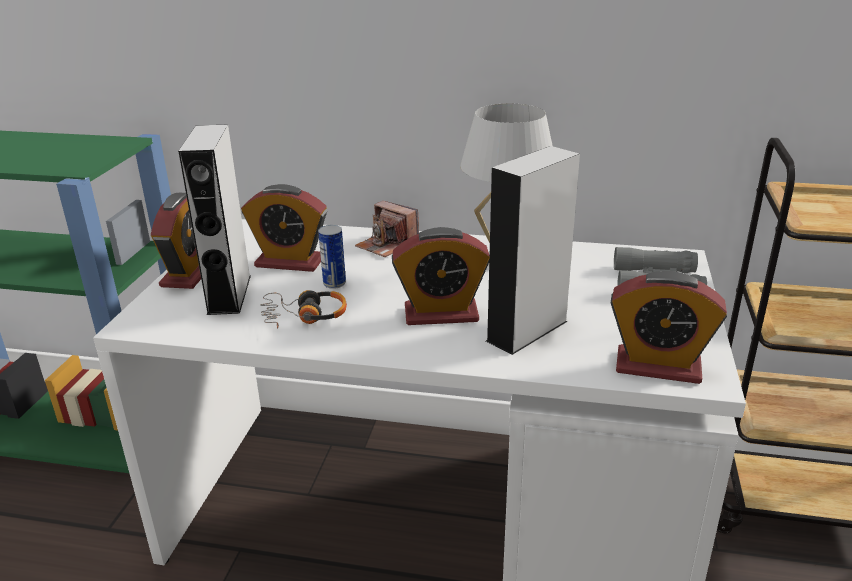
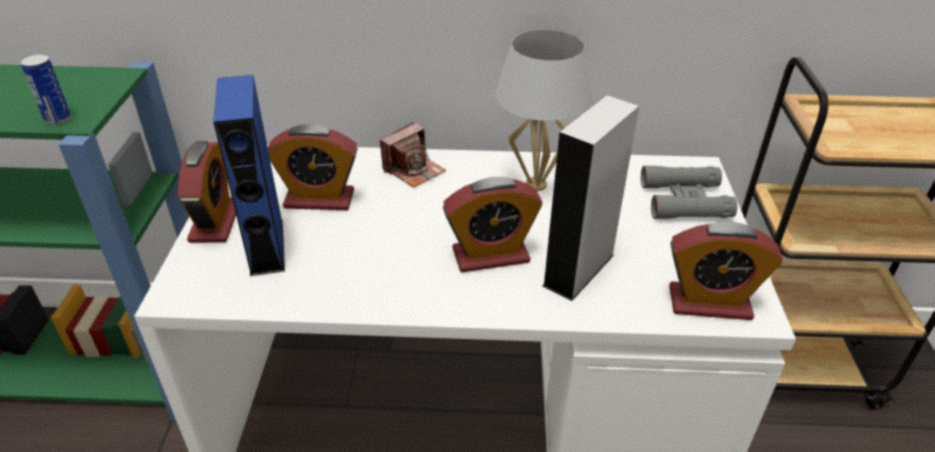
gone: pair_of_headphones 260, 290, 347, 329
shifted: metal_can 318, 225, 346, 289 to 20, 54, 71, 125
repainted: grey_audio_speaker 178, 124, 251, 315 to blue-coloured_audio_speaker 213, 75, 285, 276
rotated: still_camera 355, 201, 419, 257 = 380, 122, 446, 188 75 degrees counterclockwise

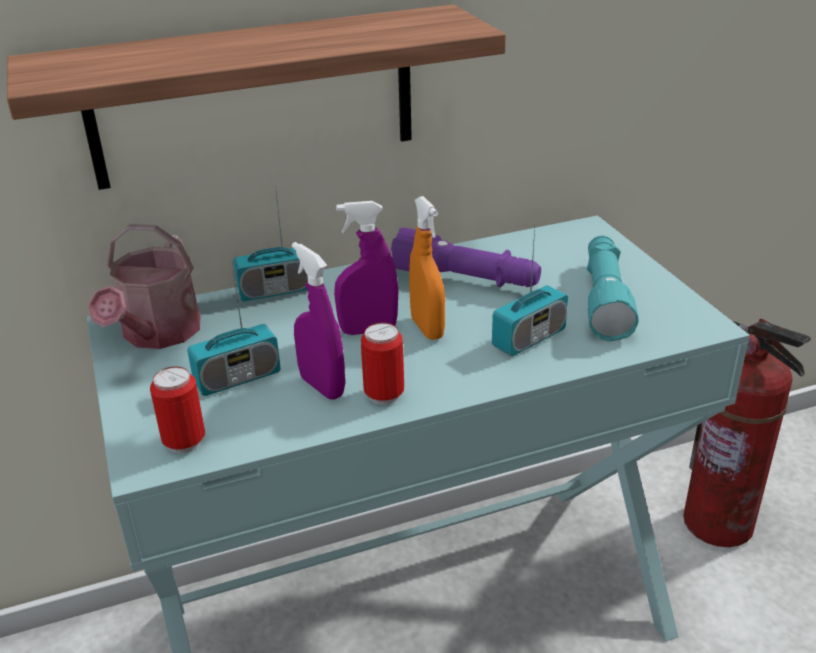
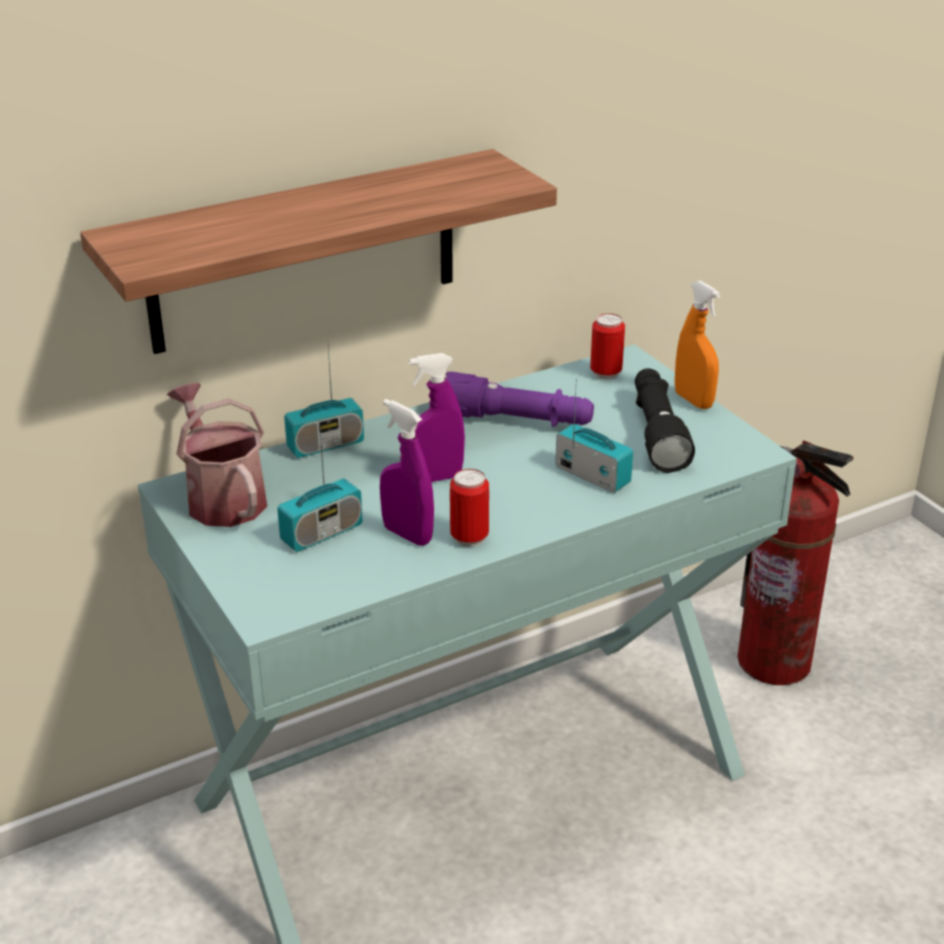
shifted: metal_can 150, 367, 205, 453 to 590, 313, 625, 380; orangey_sprayer 409, 196, 445, 340 to 675, 281, 721, 409
repainted: turquoise-coloured_flashlight 587, 235, 638, 342 to black-coloured_flashlight 635, 368, 695, 473
rotated: watering_pot 87, 224, 200, 349 = 167, 383, 267, 527 150 degrees clockwise; radio_receiver 492, 227, 568, 357 = 555, 377, 633, 493 90 degrees counterclockwise

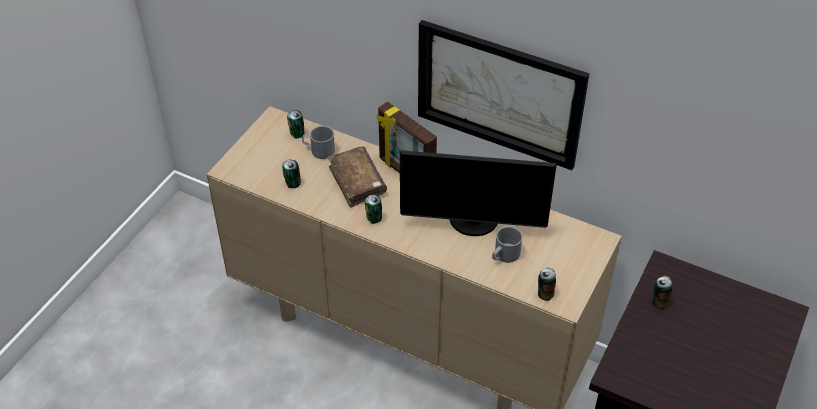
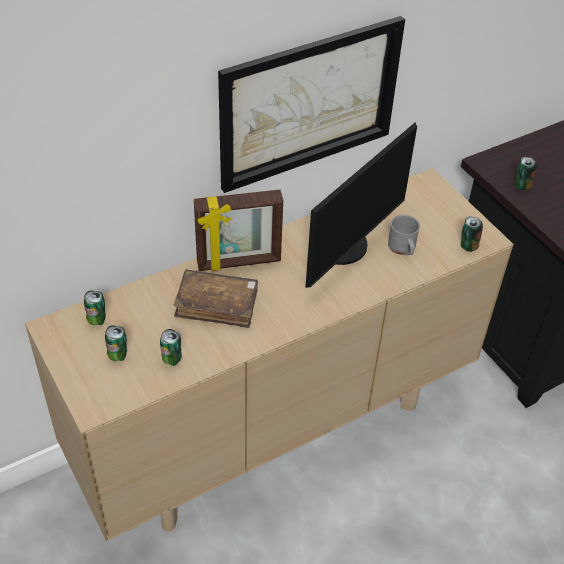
gone: grey_tea_mug 302, 126, 335, 159
shifted: metal_can 365, 194, 382, 224 to 105, 326, 127, 361

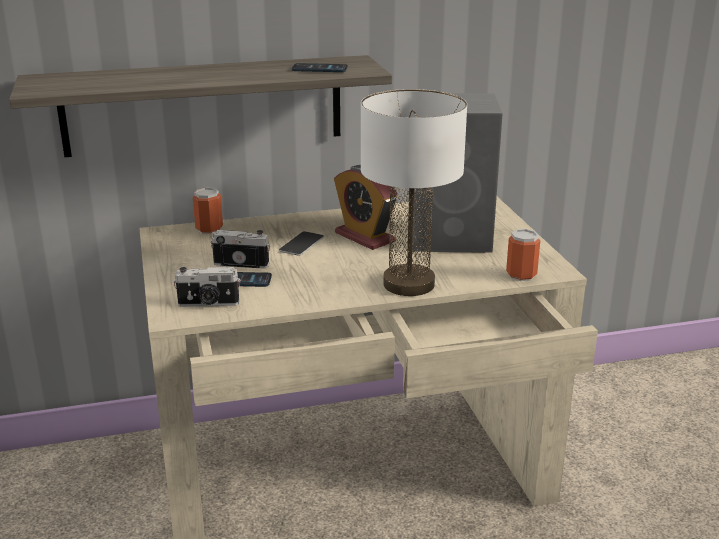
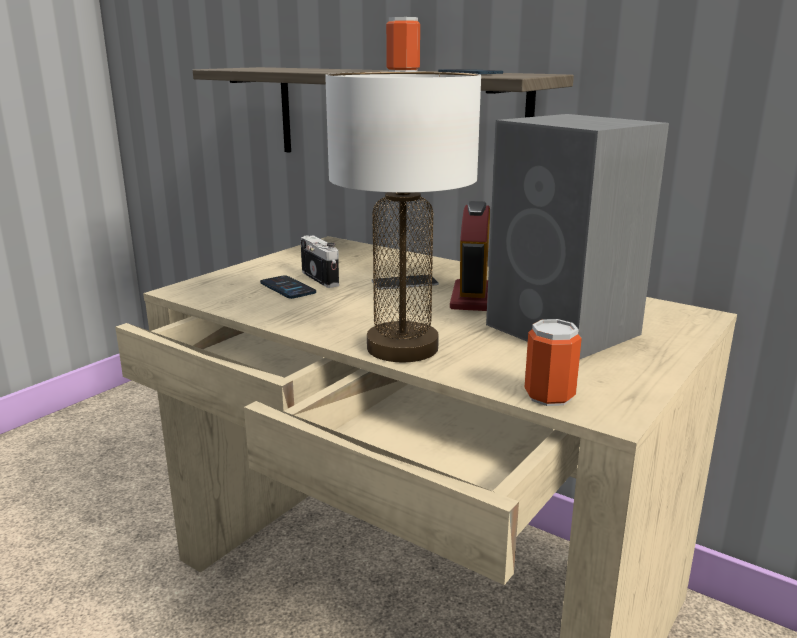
gone: still_camera 174, 267, 240, 307
shifted: metal_can 193, 187, 223, 234 to 386, 17, 420, 72

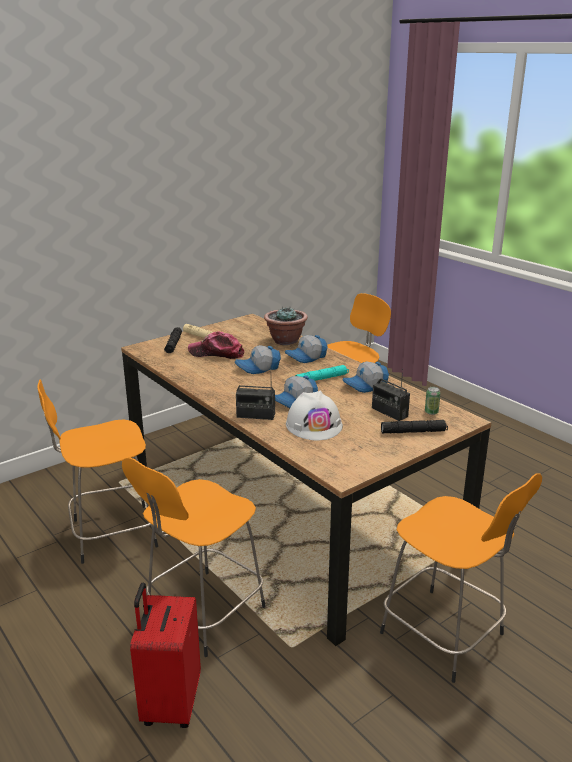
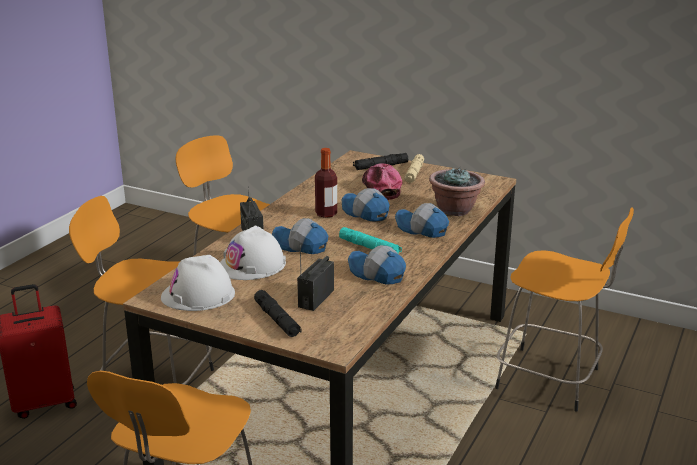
gone: metal_can 425, 387, 440, 415
new: whitish_hard_hat 161, 255, 235, 311; bottle 315, 148, 337, 218

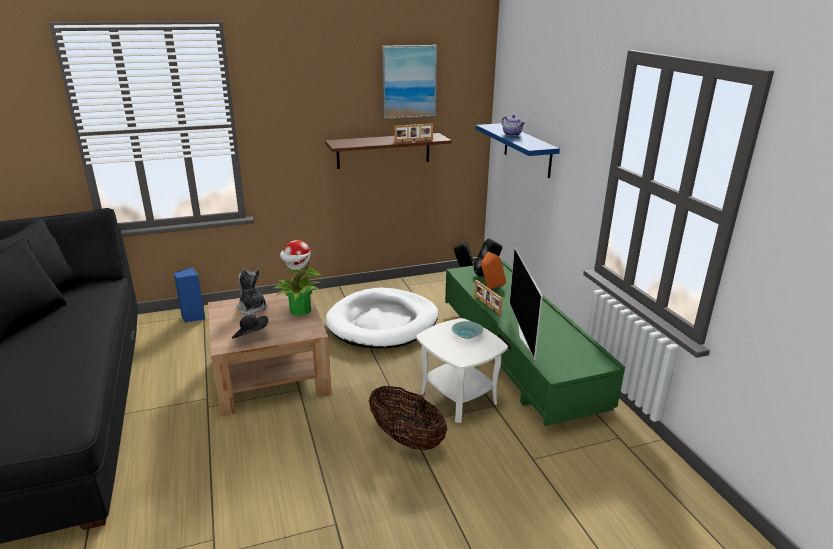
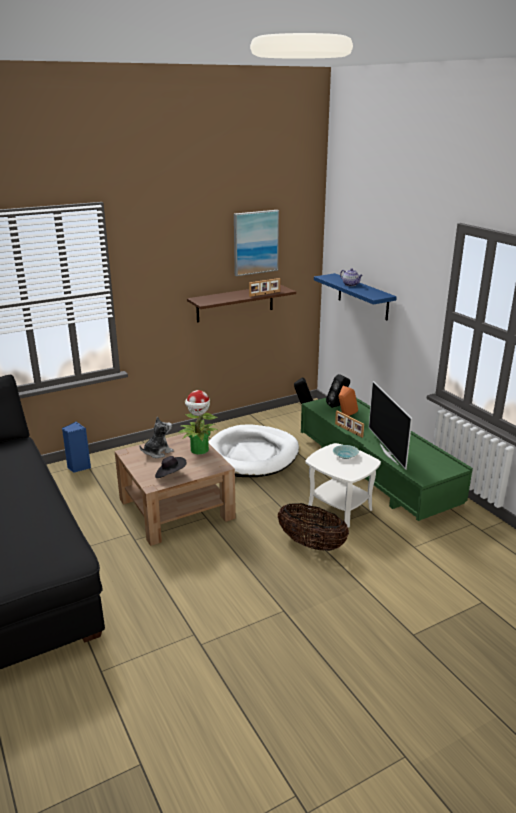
rotated: soft_toy 236, 268, 267, 315 = 139, 416, 174, 458 105 degrees clockwise

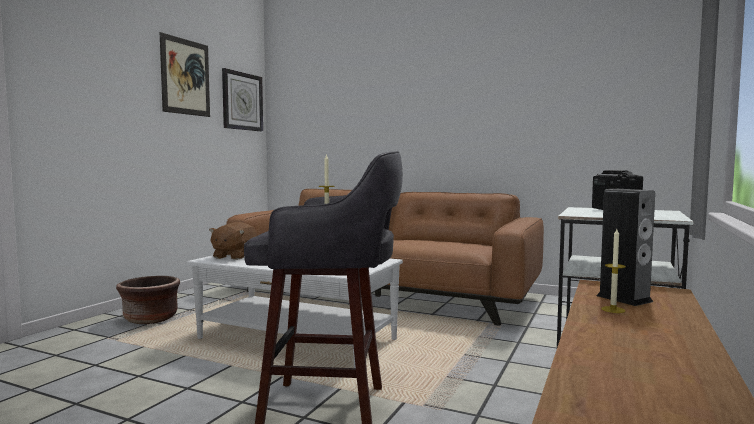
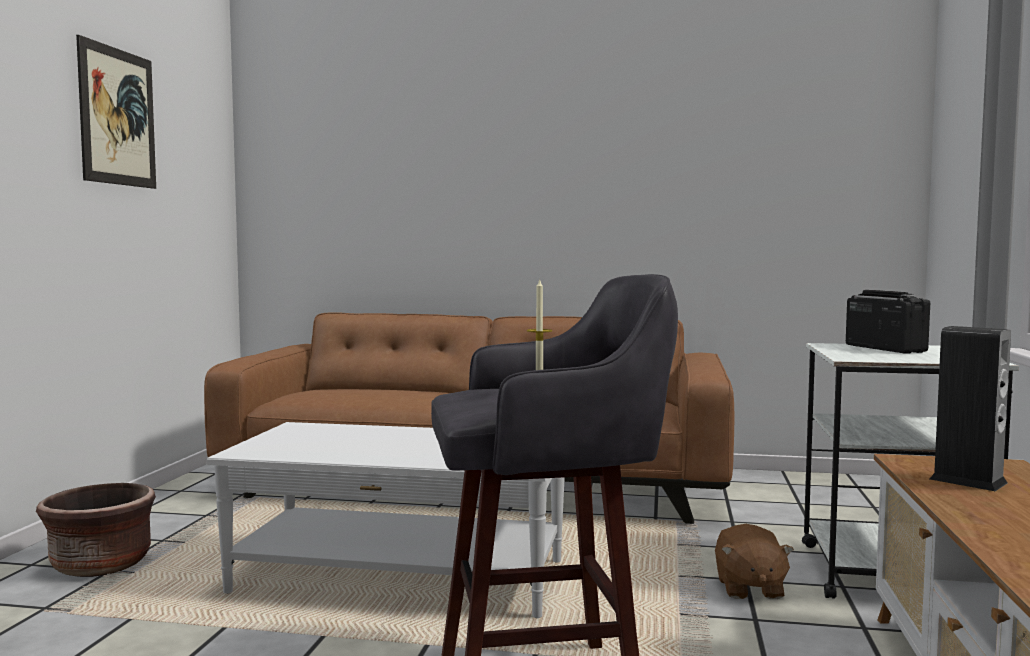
gone: clock_on_the_wall 222, 68, 263, 131; wax_light 601, 229, 626, 313
shifted: brownish_soft_toy 209, 222, 257, 260 to 715, 524, 794, 599

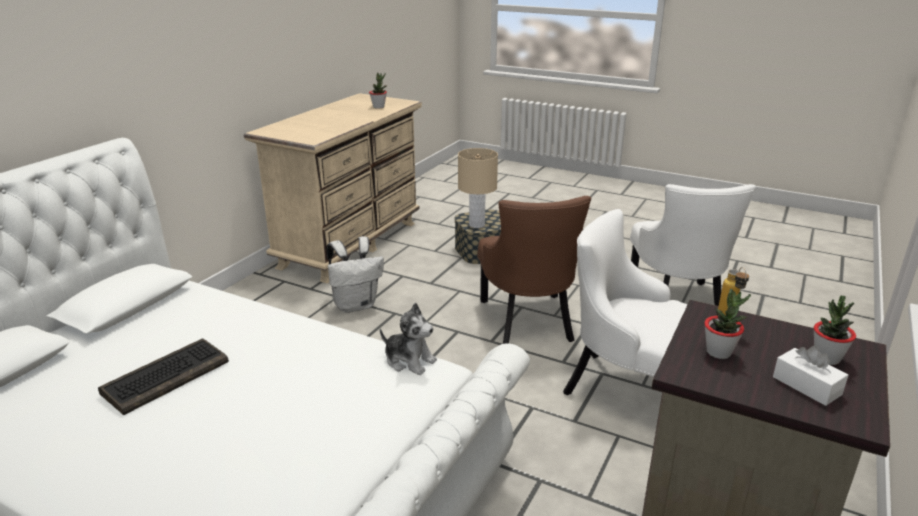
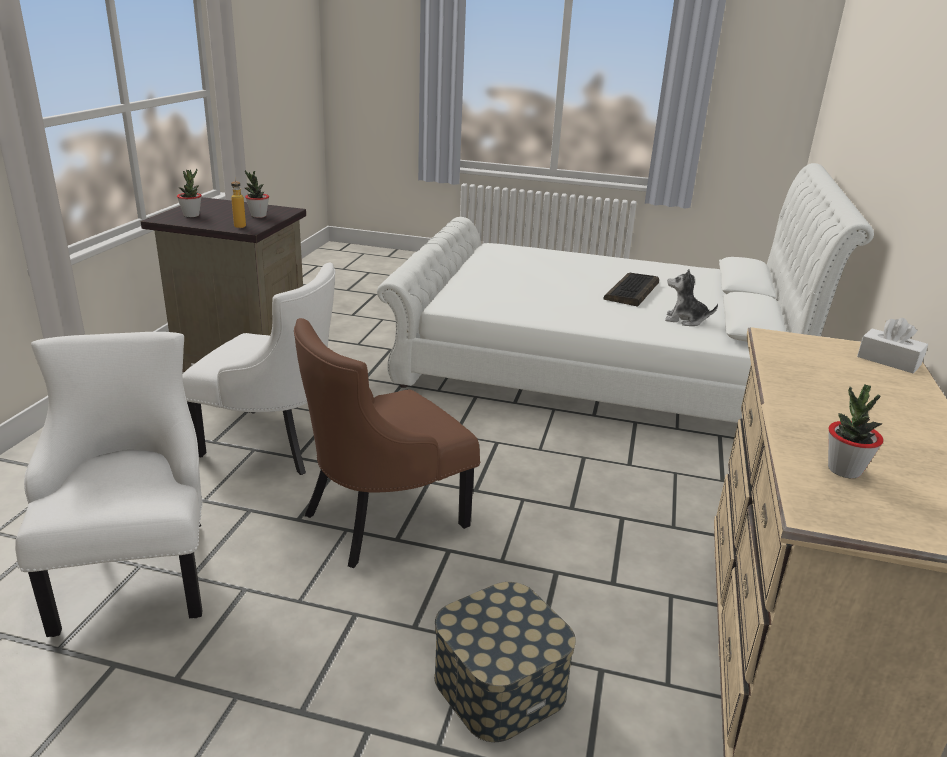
gone: whitish_knapsack 327, 236, 384, 313; sand-coloured_lamp_for_a_table 458, 148, 498, 228
shifted: soft_toy 380, 303, 437, 375 to 665, 269, 718, 326; whitish_tissue_box 773, 345, 848, 406 to 857, 318, 928, 373
rotated: brownish_upright_chair 477, 196, 591, 344 = 294, 318, 480, 568 105 degrees counterclockwise

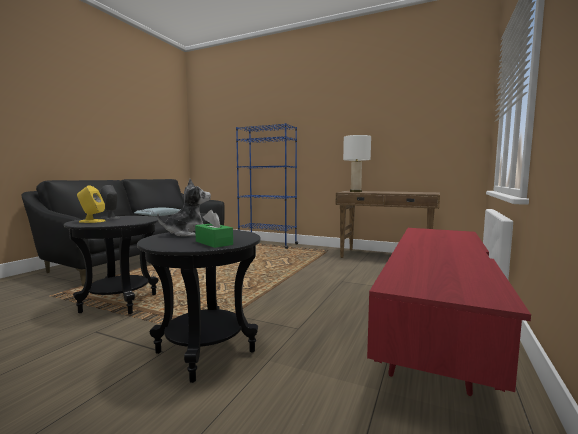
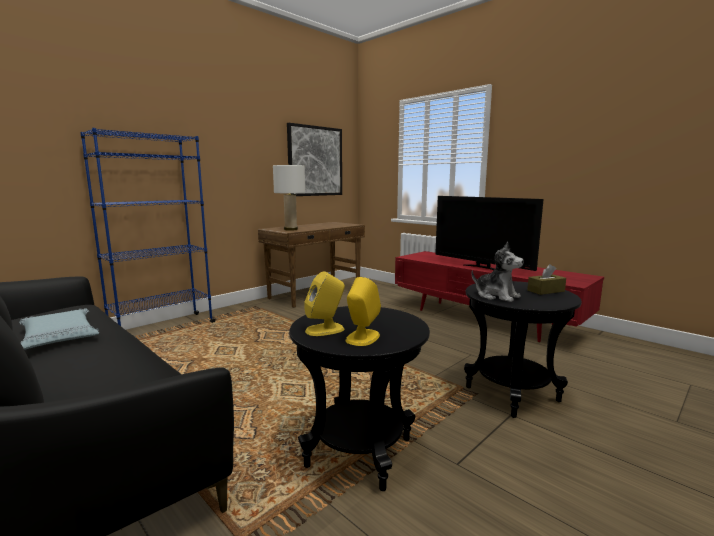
new: wall_picture 287, 123, 342, 196; TV 435, 196, 544, 271
repainted: grey_audio_speaker 100, 185, 120, 220 to yellowish_audio_speaker 304, 271, 345, 336; green_tissue_box 195, 210, 233, 248 to brownish_tissue_box 527, 264, 566, 295
rotated: soft_toy 157, 179, 211, 236 = 471, 242, 524, 302 150 degrees clockwise

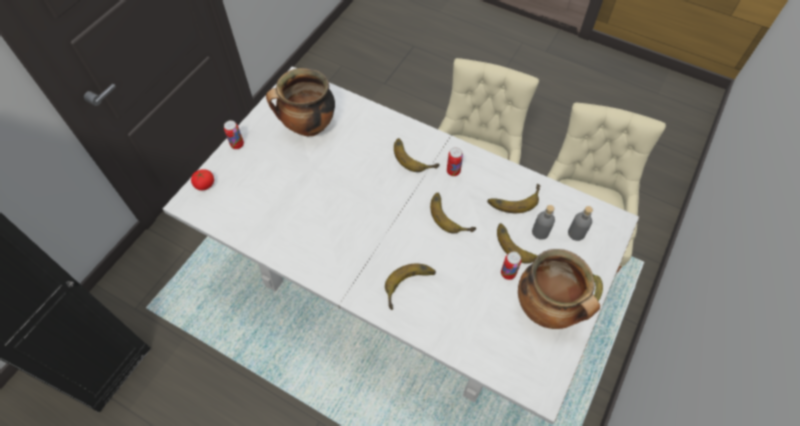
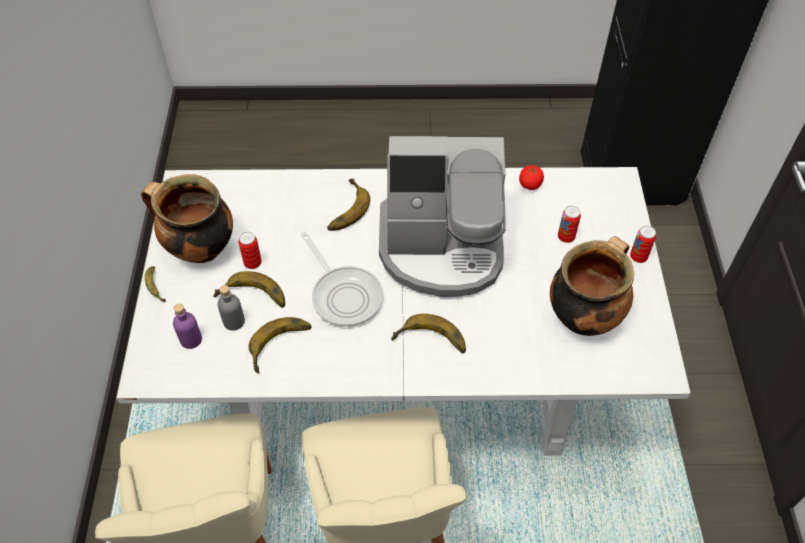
new: coffee_brewer 379, 136, 506, 297
shifted: whole_tomato 191, 169, 214, 190 to 519, 165, 544, 190; metal_can 447, 147, 463, 176 to 558, 206, 581, 243
swapped: banana_fruit 430, 193, 476, 233 to pan 300, 232, 383, 327
repainted: grey_bottle 568, 206, 593, 241 to purple-coloured_bottle 173, 303, 202, 349

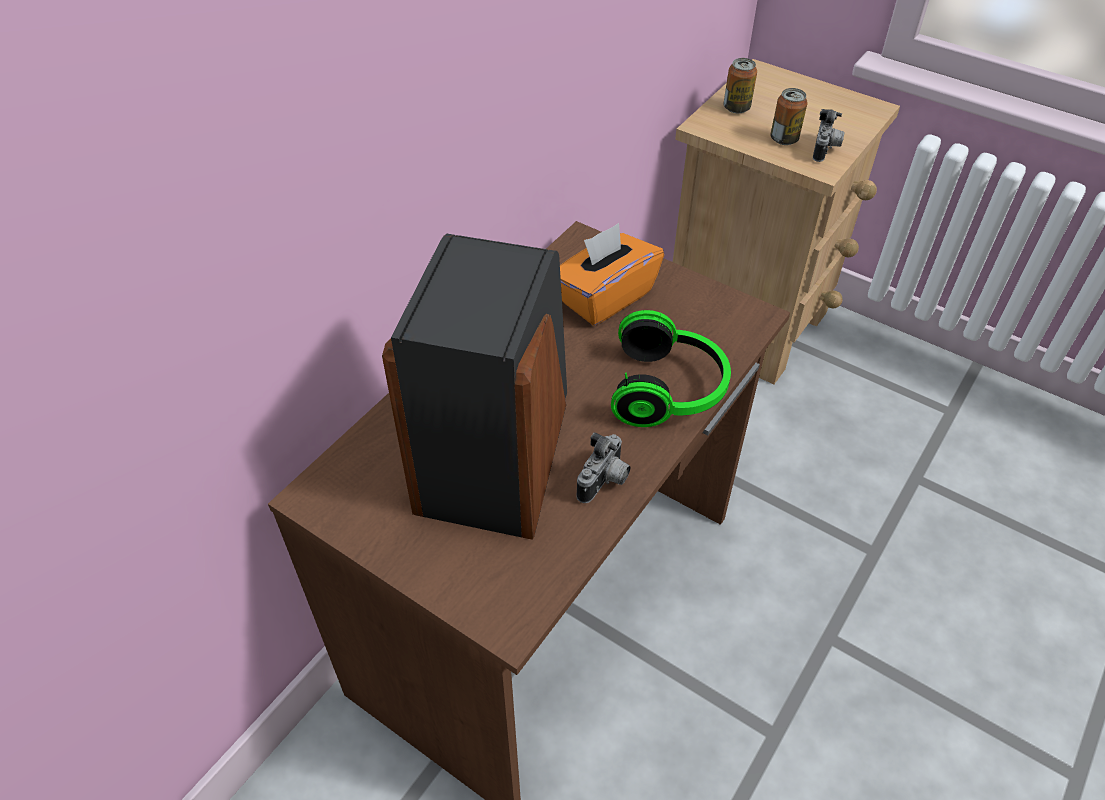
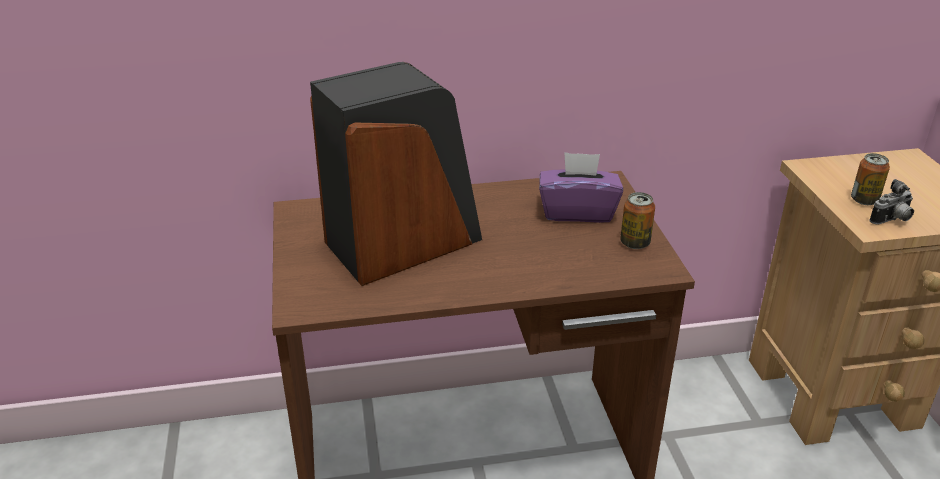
gone: still_camera 577, 432, 631, 503; pair_of_headphones 611, 310, 731, 427
shifted: metal_can 723, 58, 757, 113 to 620, 192, 655, 249
repainted: orangey_tissue_box 560, 223, 664, 325 to purple-coloured_tissue_box 539, 152, 623, 223

